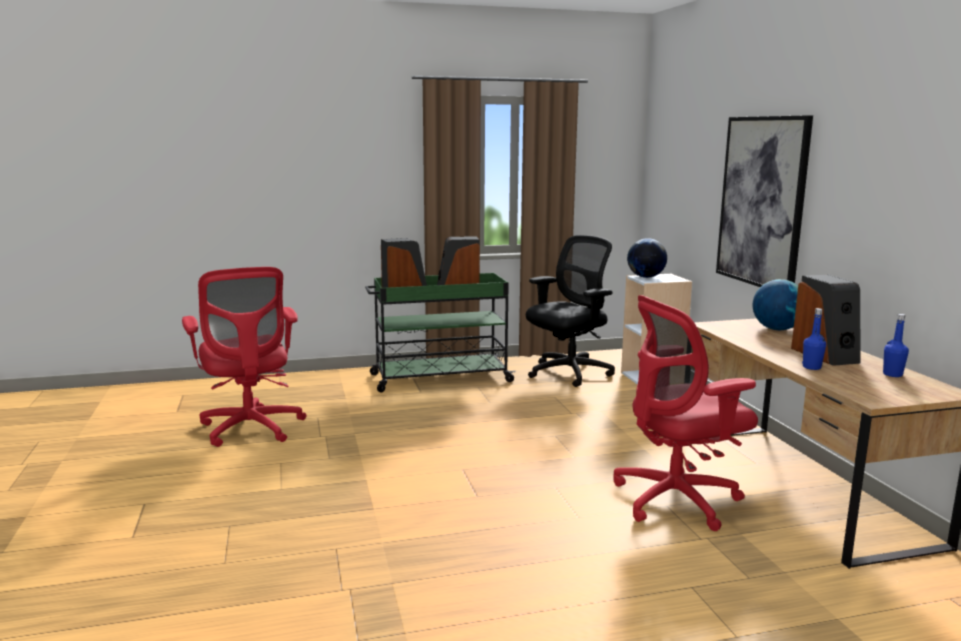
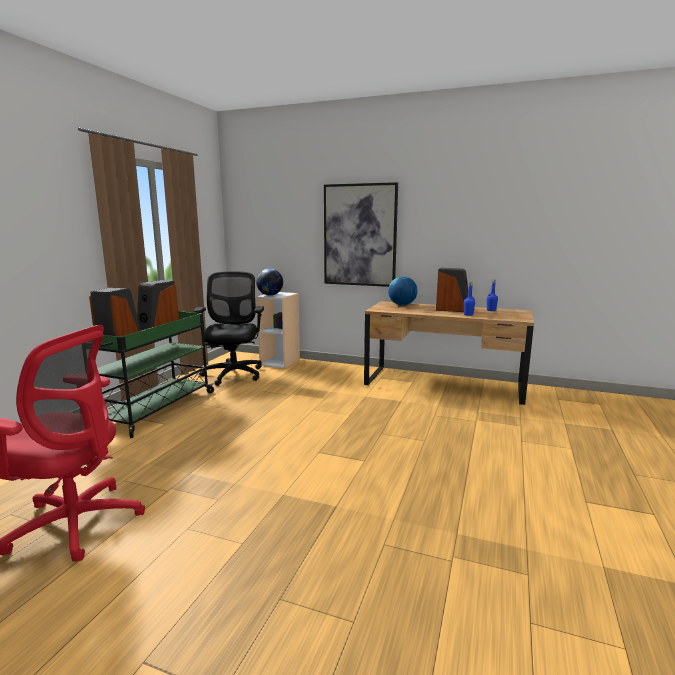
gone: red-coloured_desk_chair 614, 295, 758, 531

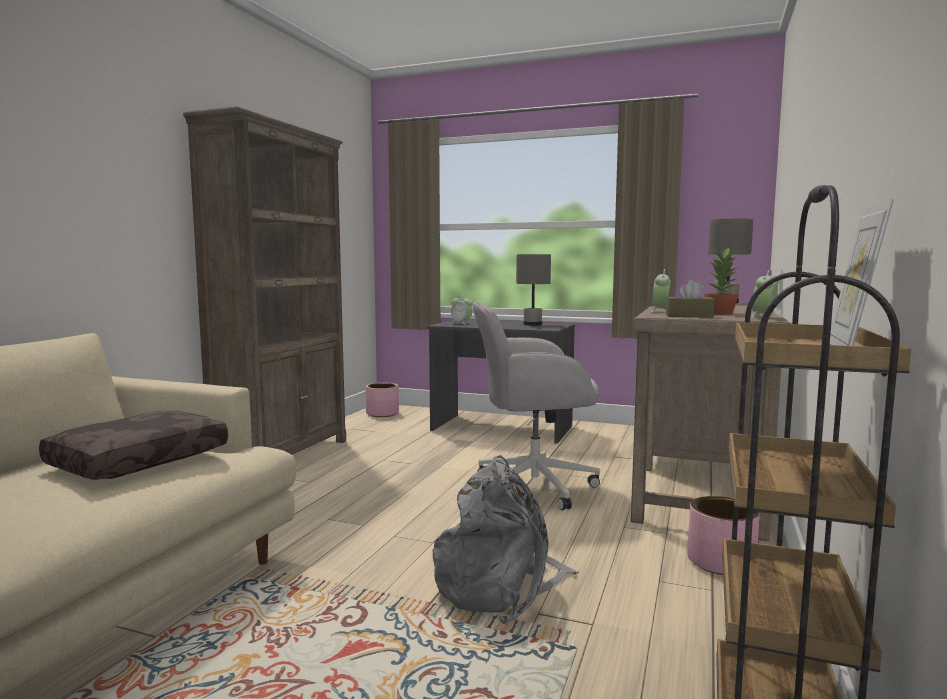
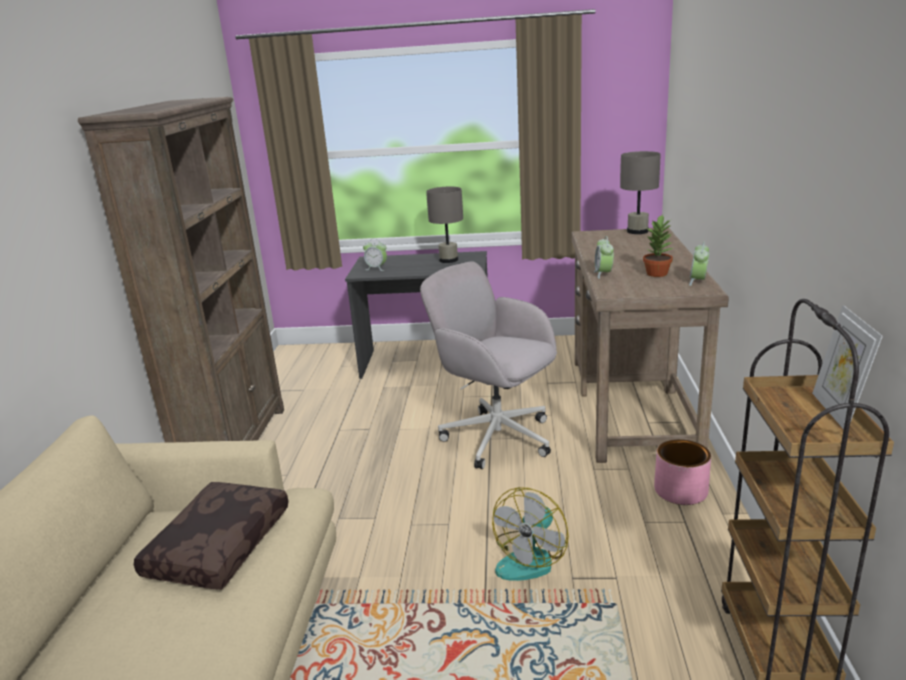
gone: pinkish_plant_pot 366, 383, 399, 417; brownish_tissue_box 666, 280, 715, 318
swapped: grey_knapsack 432, 455, 579, 624 to cooling_fan 492, 487, 569, 581
rotated: grey_desk_chair 473, 301, 600, 510 = 420, 262, 557, 469 60 degrees clockwise

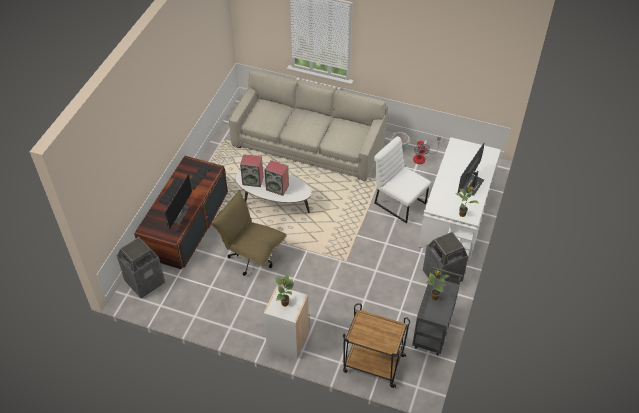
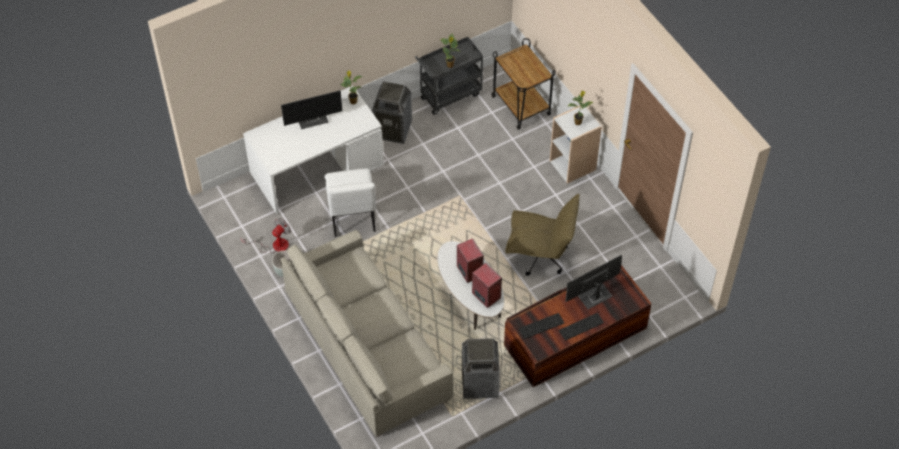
shifted: waste_bin 117, 237, 165, 298 to 462, 338, 500, 399
rotated: sand-coloured_desk_chair 211, 190, 287, 276 = 505, 194, 580, 276 60 degrees counterclockwise

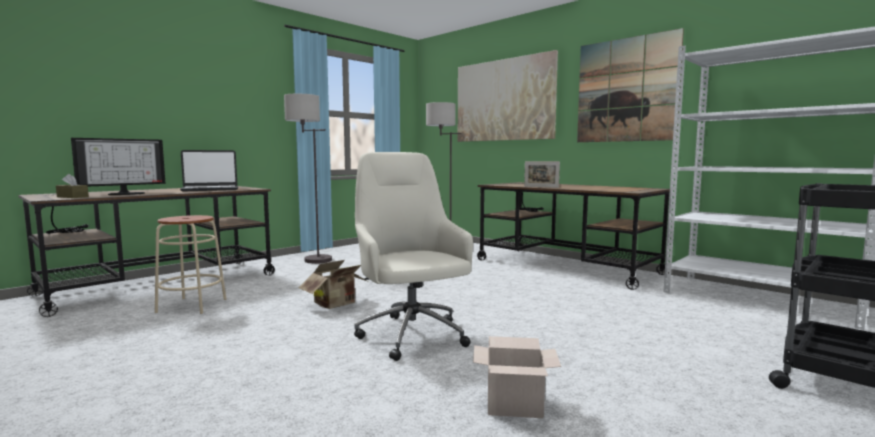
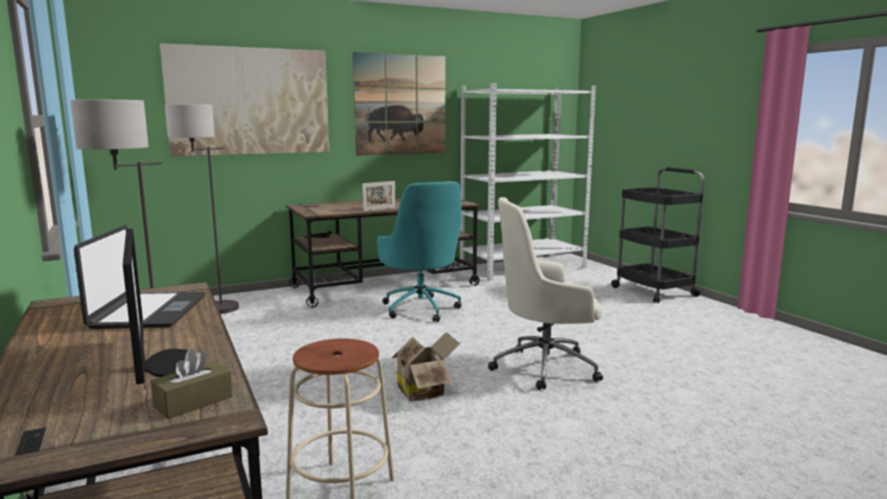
gone: cardboard_box 473, 336, 561, 418
new: turquoise-coloured_desk_chair 377, 181, 462, 322

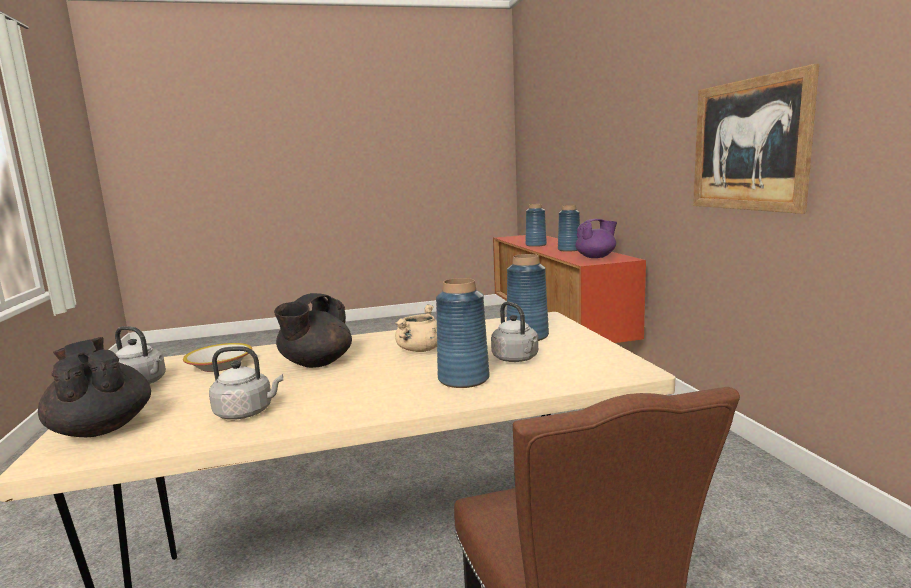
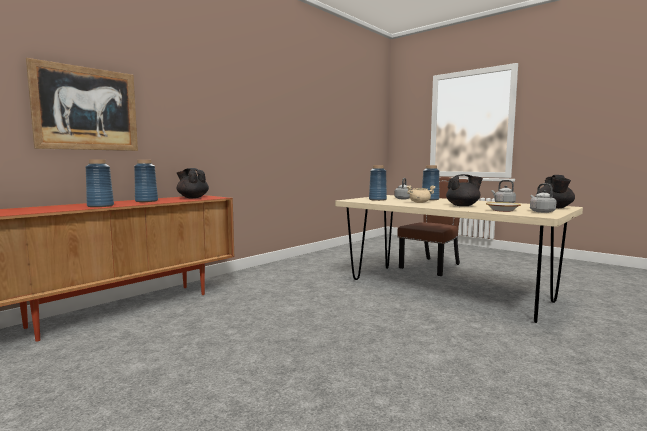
shifted: wall_picture 693, 64, 819, 214 to 26, 58, 138, 151
repainted: purple-coloured_tea_pot 575, 219, 617, 258 to black-coloured_tea_pot 177, 168, 209, 198

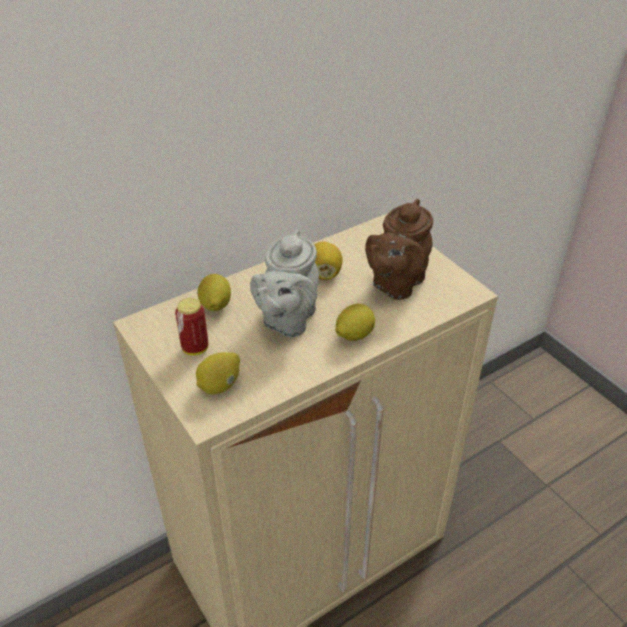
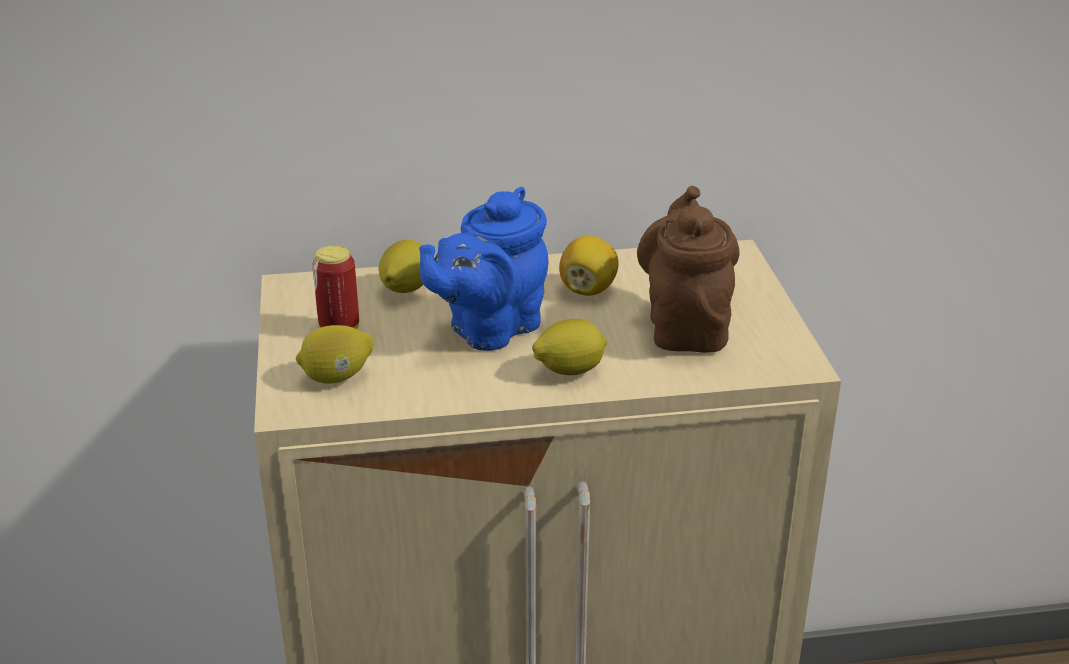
repainted: grey_tea_pot 250, 230, 319, 337 to blue-coloured_tea_pot 419, 187, 549, 351
rotated: brownish_tea_pot 365, 199, 433, 300 = 637, 186, 740, 353 120 degrees clockwise

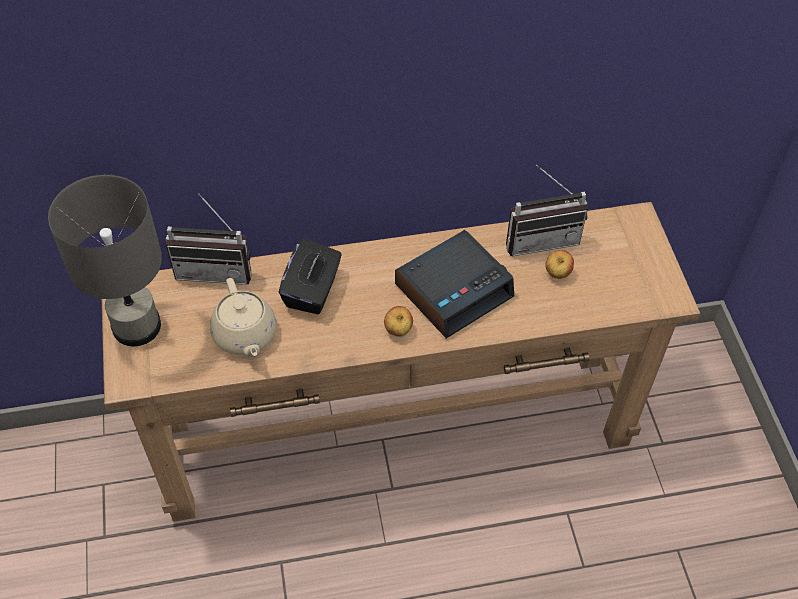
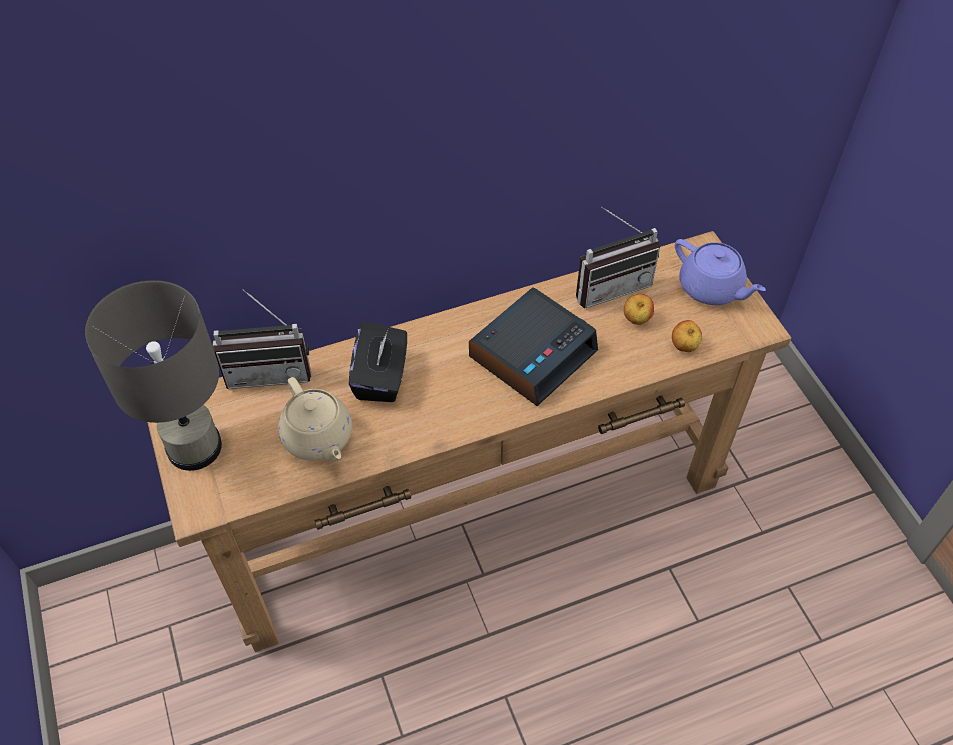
new: purple-coloured_tea_pot 675, 239, 766, 305
shifted: apple 384, 306, 413, 337 to 672, 320, 702, 352

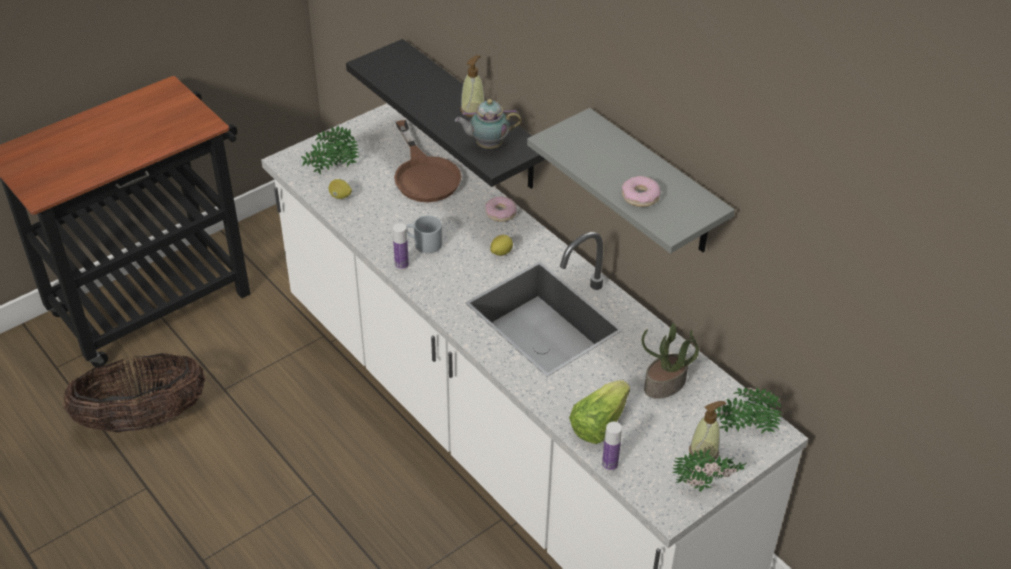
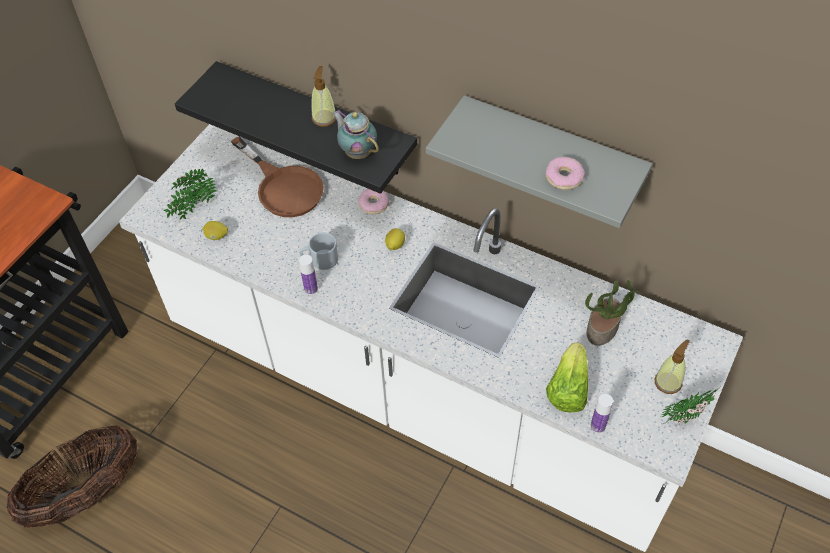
gone: houseplant 715, 388, 782, 434
rotated: tea_pot 455, 99, 522, 149 = 332, 110, 379, 159 75 degrees clockwise

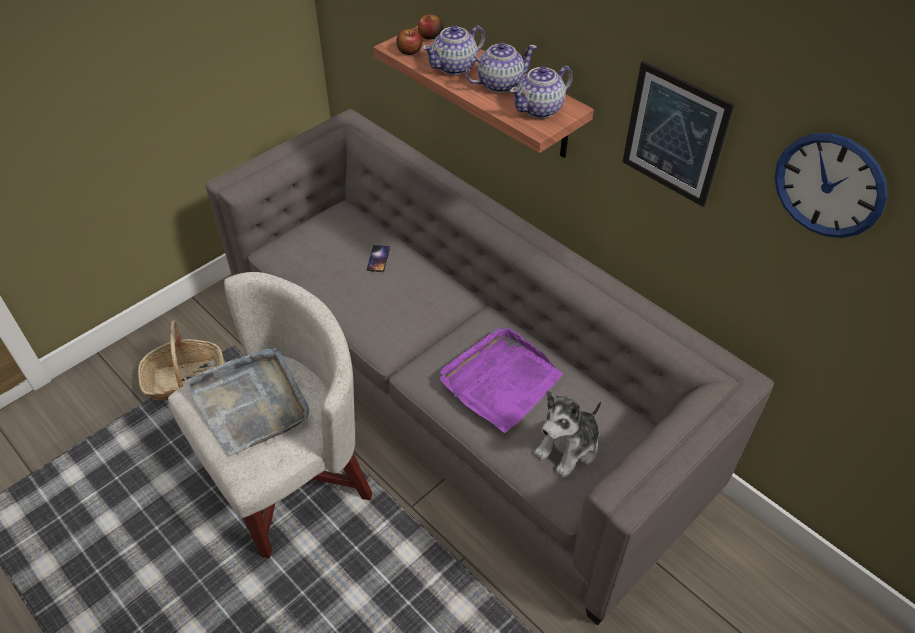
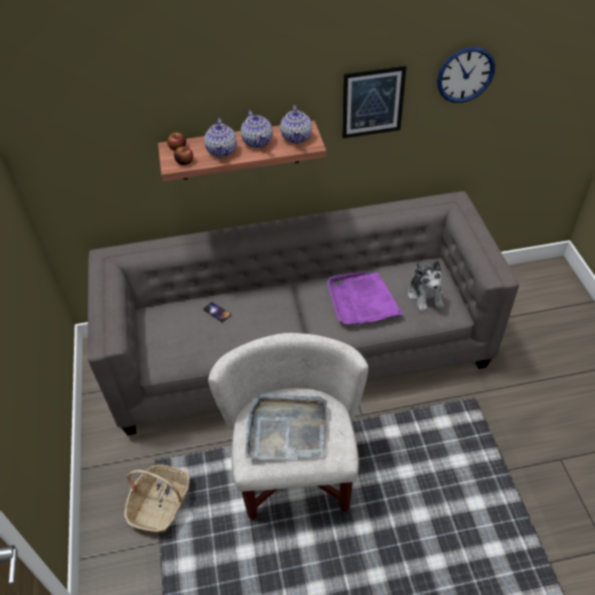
rotated: tea_pot 465, 43, 537, 93 = 241, 110, 273, 148 150 degrees clockwise

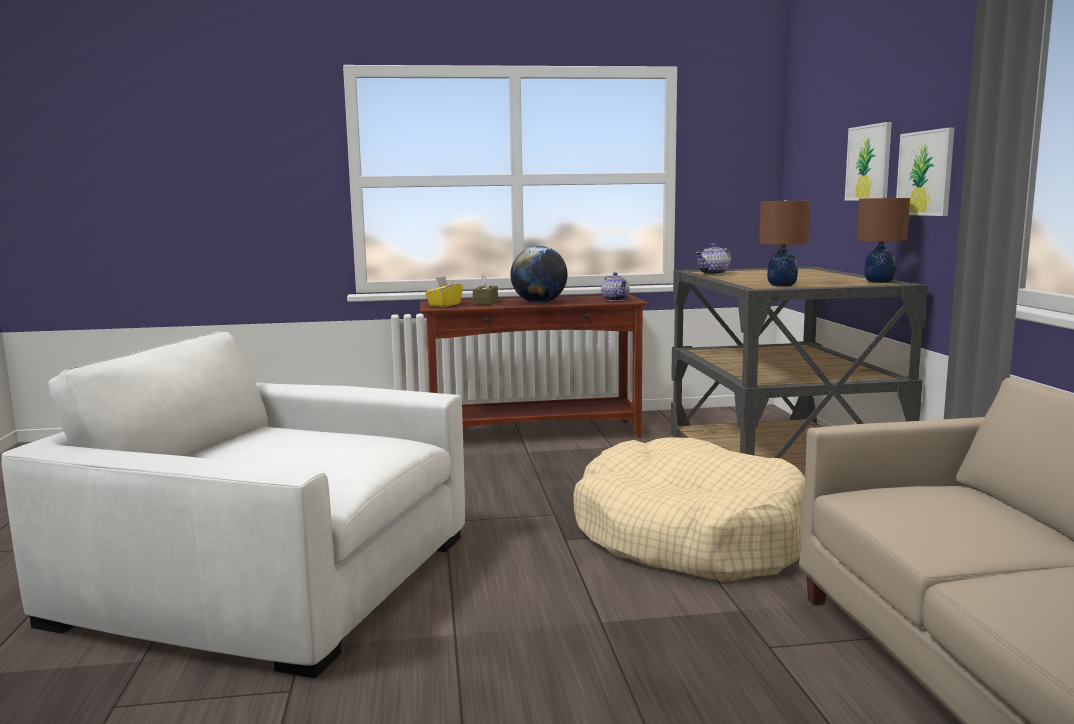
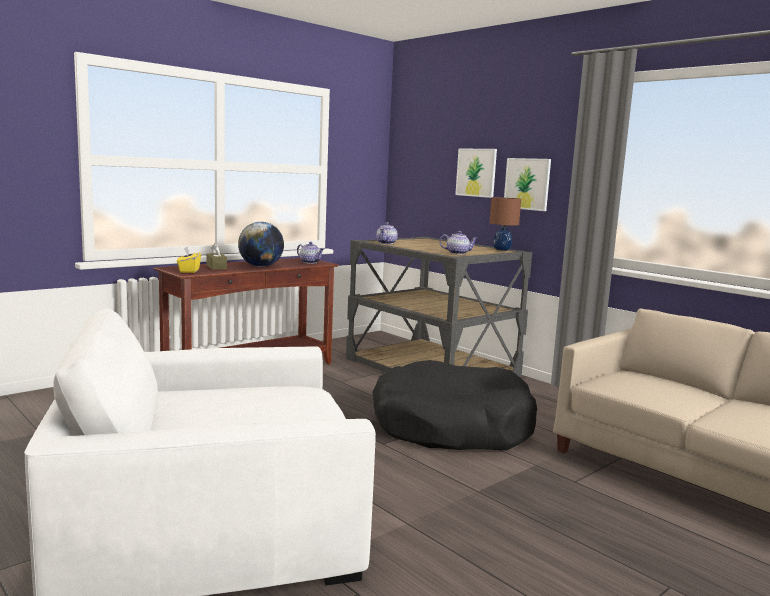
swapped: brownish_lamp_for_a_table 759, 199, 810, 286 to tea_pot 439, 231, 477, 255
repainted: sand-coloured_dog_bed 573, 437, 805, 582 to black-coloured_dog_bed 372, 360, 537, 450

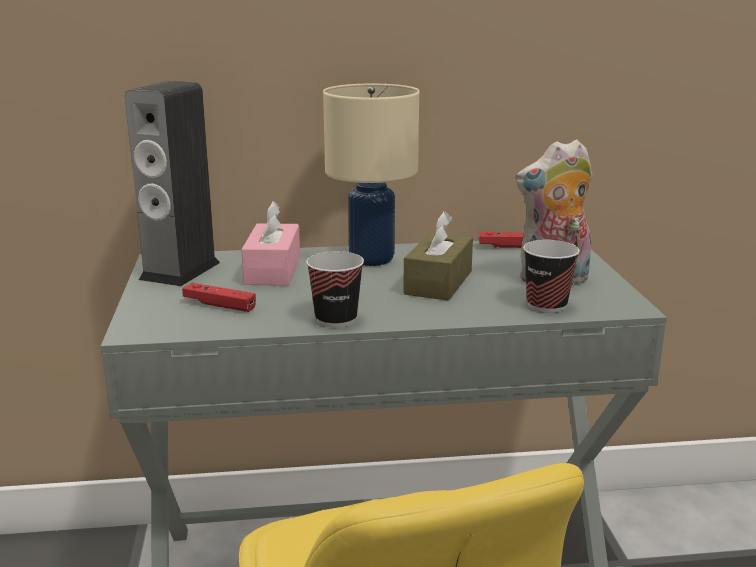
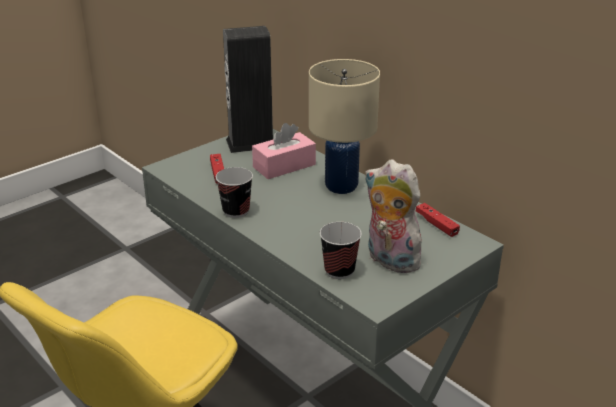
gone: brownish_tissue_box 403, 211, 473, 301

